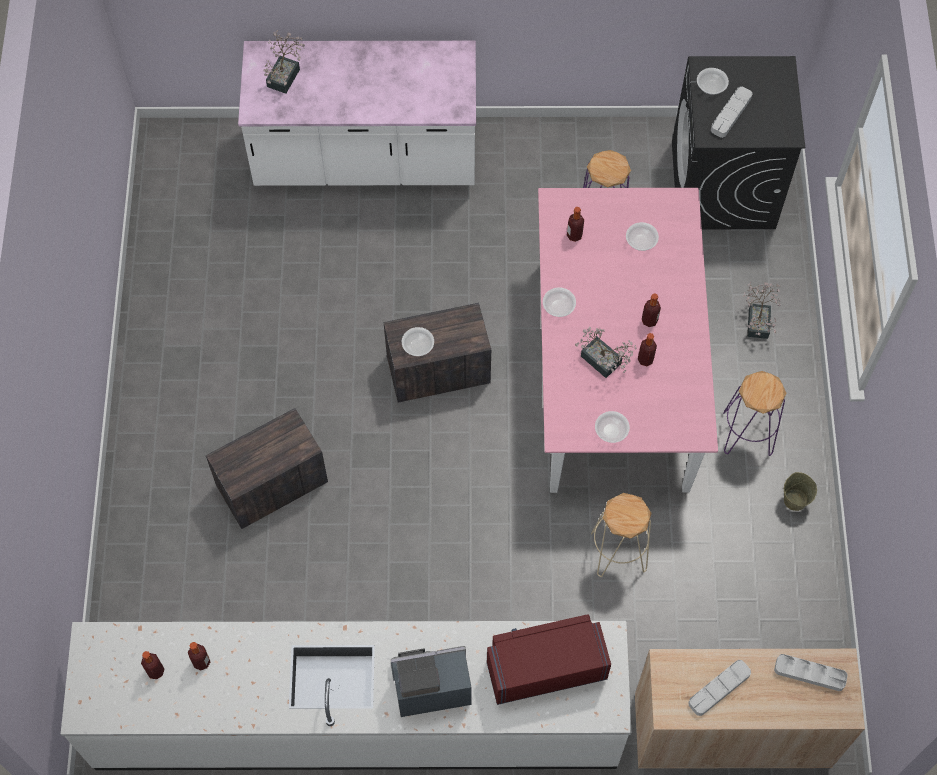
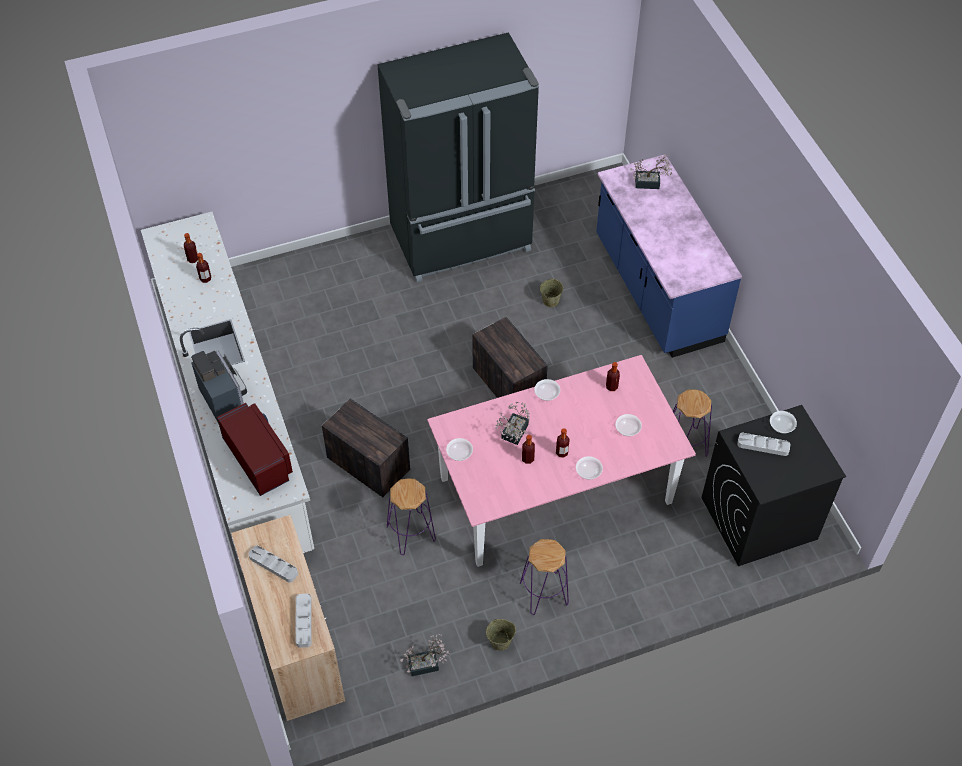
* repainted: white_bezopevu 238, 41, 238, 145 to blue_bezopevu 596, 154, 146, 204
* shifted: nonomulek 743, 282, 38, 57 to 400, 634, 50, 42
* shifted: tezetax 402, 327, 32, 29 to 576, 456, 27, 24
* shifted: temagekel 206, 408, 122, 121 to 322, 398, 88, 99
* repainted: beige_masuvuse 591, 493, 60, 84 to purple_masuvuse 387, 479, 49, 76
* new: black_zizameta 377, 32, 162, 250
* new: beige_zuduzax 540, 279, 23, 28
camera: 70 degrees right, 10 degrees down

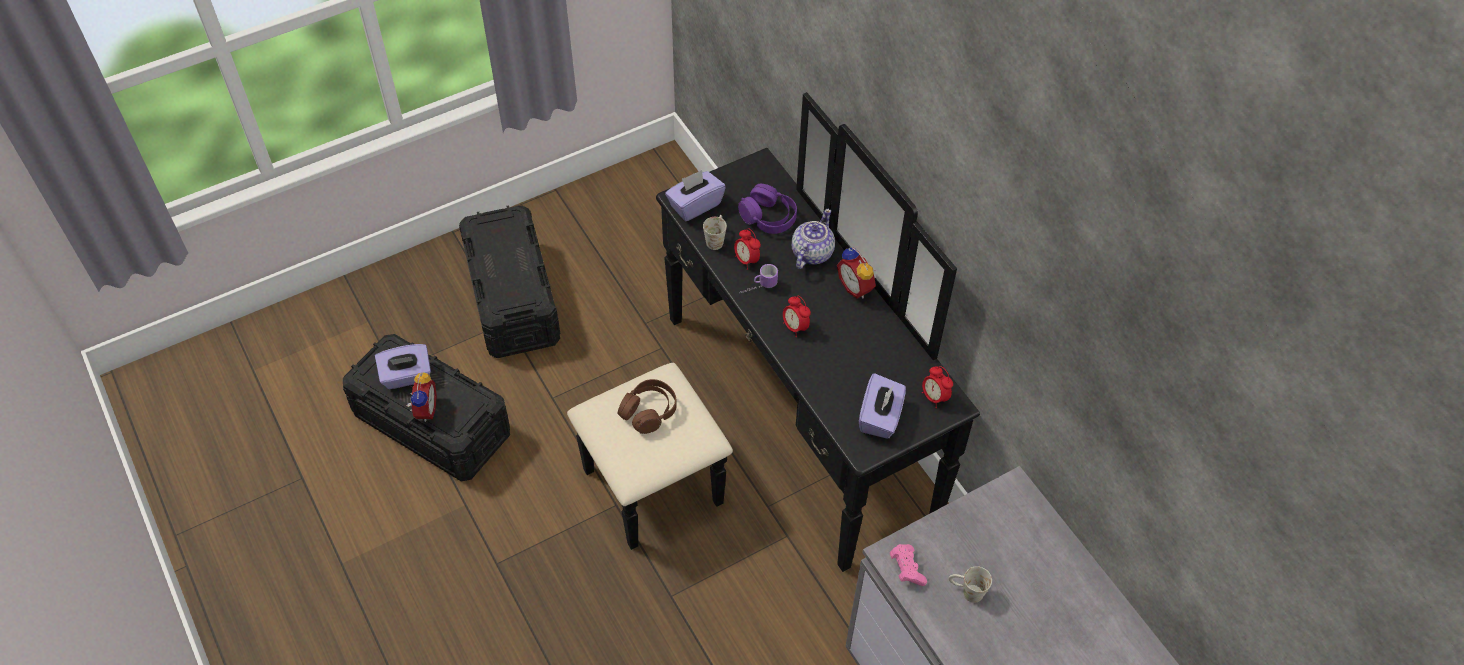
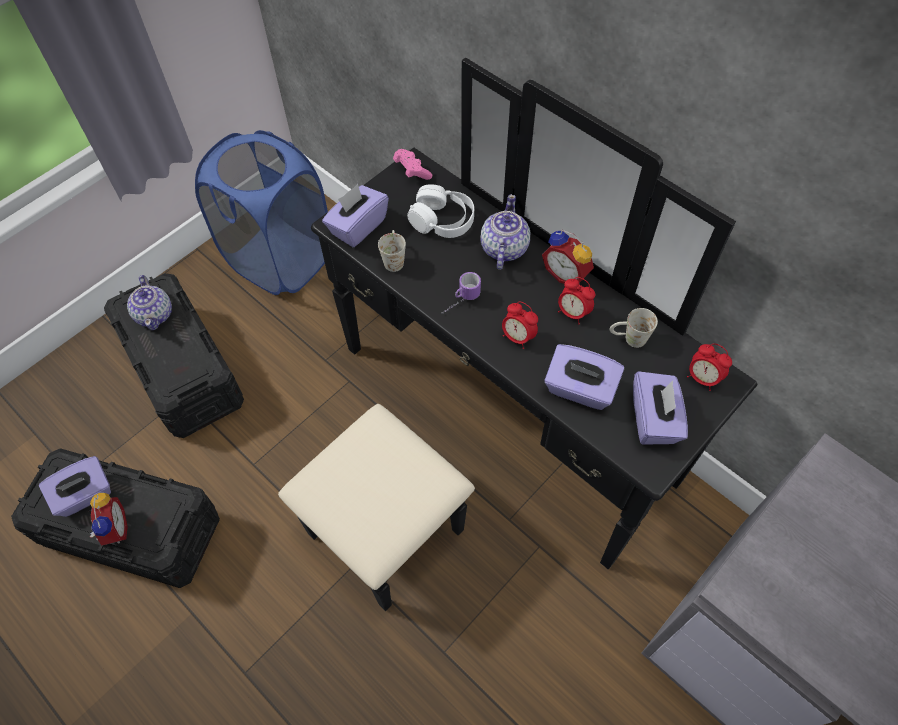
* repainted: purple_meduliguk 738, 184, 59, 50 to white_meduliguk 407, 184, 67, 54
* shifted: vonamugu 734, 228, 27, 42 to 558, 277, 37, 47
* gone: brown_meduliguk 618, 379, 59, 55
* shifted: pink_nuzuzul 890, 544, 37, 42 to 393, 149, 39, 31
* shifted: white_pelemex 948, 566, 44, 37 to 609, 308, 49, 40
* new: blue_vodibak 195, 130, 133, 165
* new: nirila 127, 275, 45, 55
* new: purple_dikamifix 544, 344, 80, 66
camera: 15 degrees left, 5 degrees up

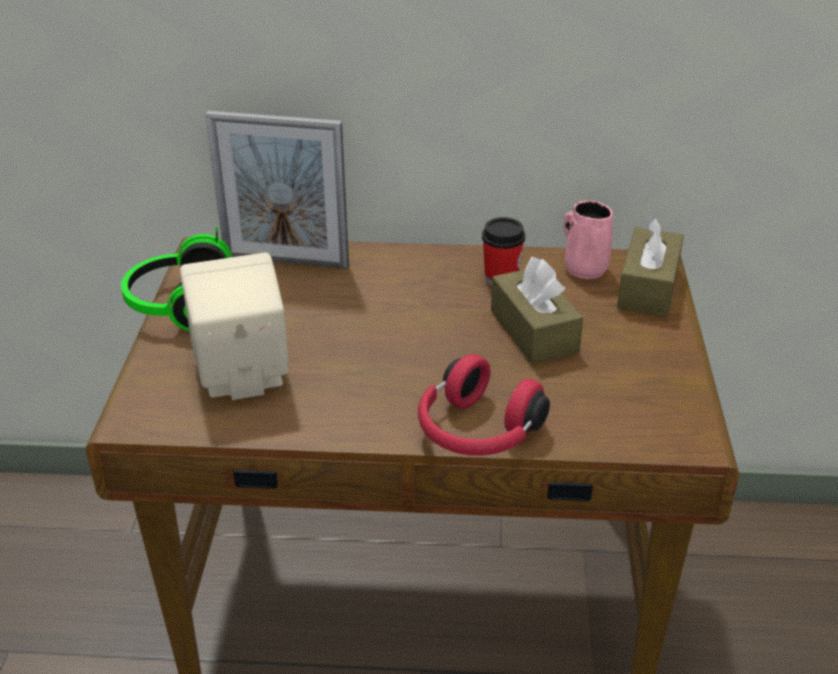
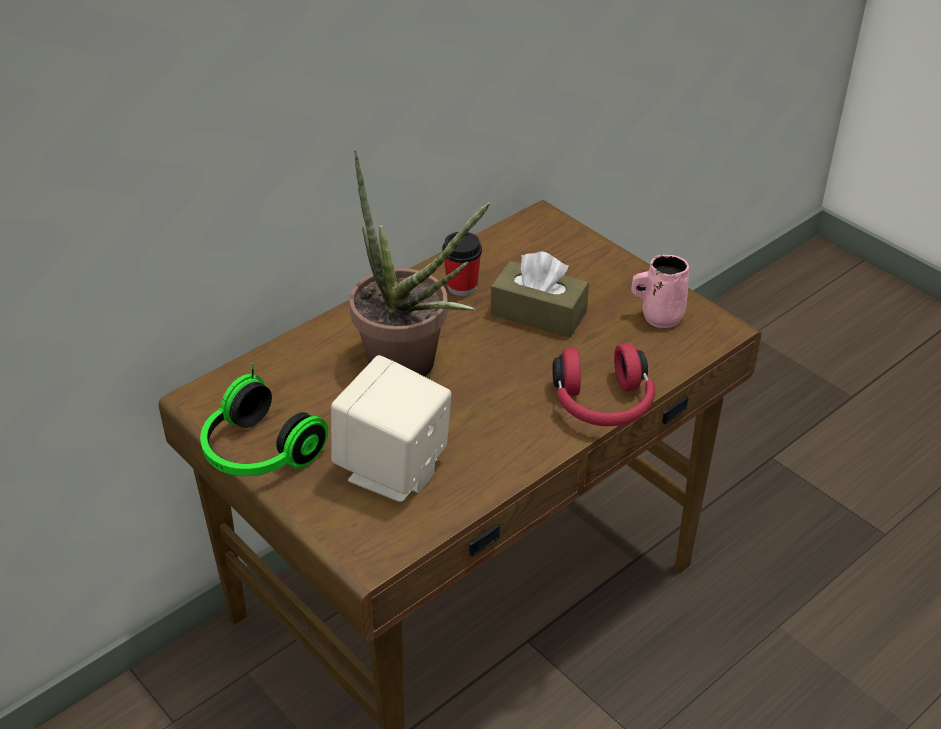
* gone: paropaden 205, 111, 144, 158
* shifted: pink_pelemex 563, 200, 50, 79 to 631, 255, 58, 73
* gone: brown_dikamifix 617, 217, 67, 100
* new: nonomulek 349, 149, 141, 228
camera: 45 degrees left, 5 degrees up

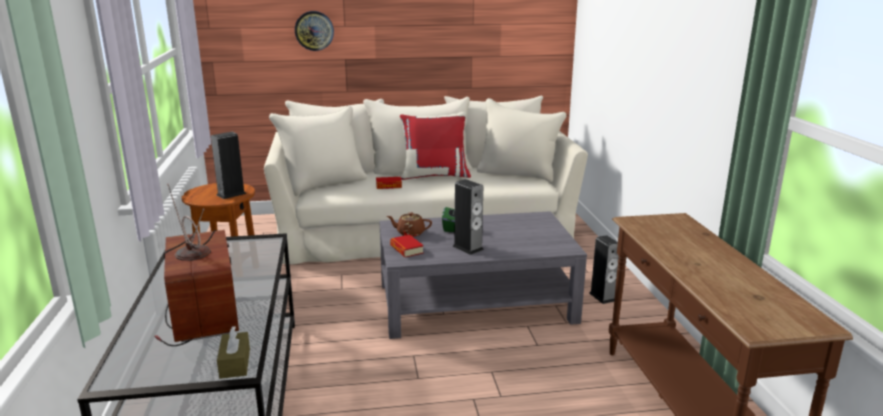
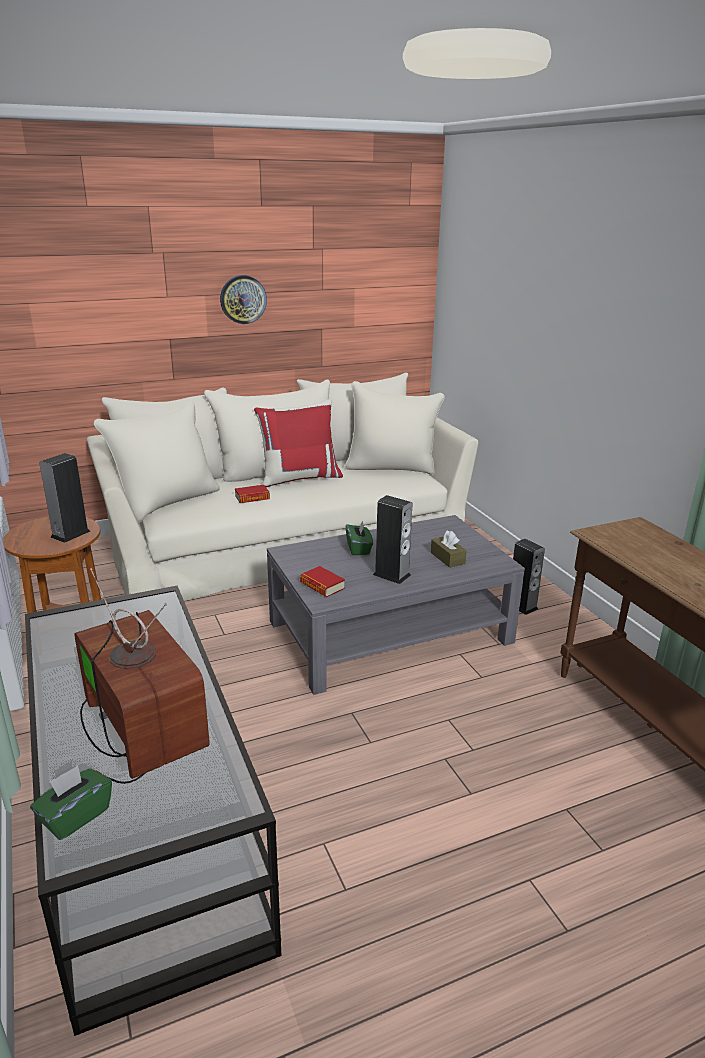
* shifted: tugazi 295, 11, 39, 40 to 220, 275, 47, 49
* gone: brown_nirila 387, 212, 45, 25
* shifted: brown_dikamifix 217, 326, 33, 53 to 431, 530, 36, 38
* new: green_dikamifix 30, 765, 82, 75
camera: 15 degrees left, 5 degrees up

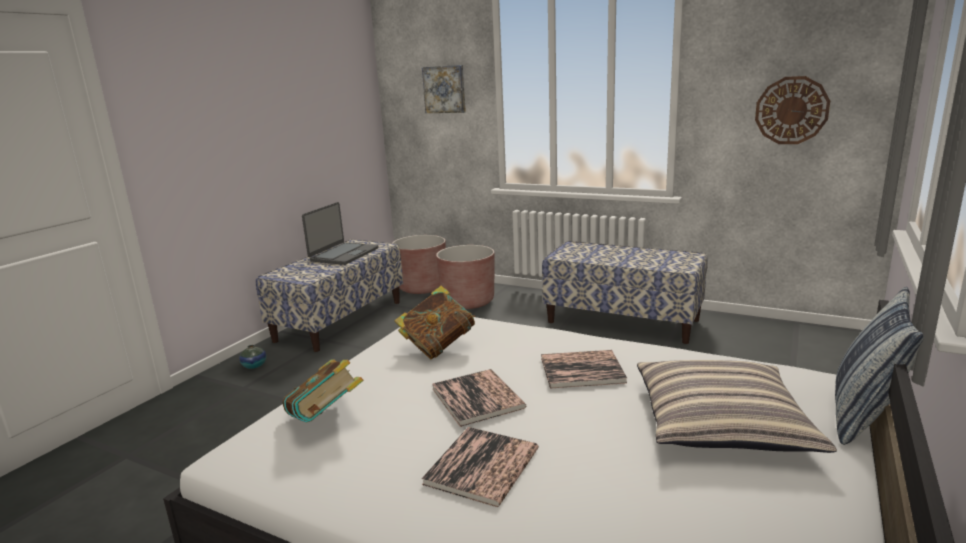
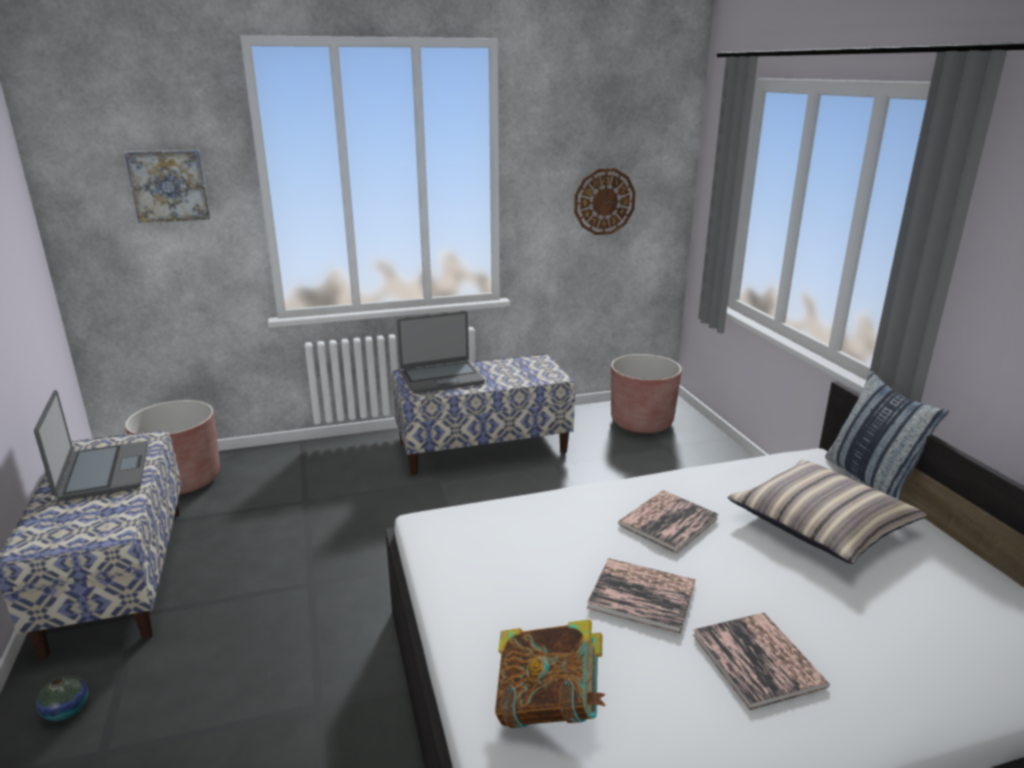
* shifted: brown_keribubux 436, 245, 58, 64 to 611, 354, 71, 79
* gone: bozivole 395, 286, 81, 74
* new: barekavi 397, 311, 88, 83
camera: 45 degrees left, 5 degrees up

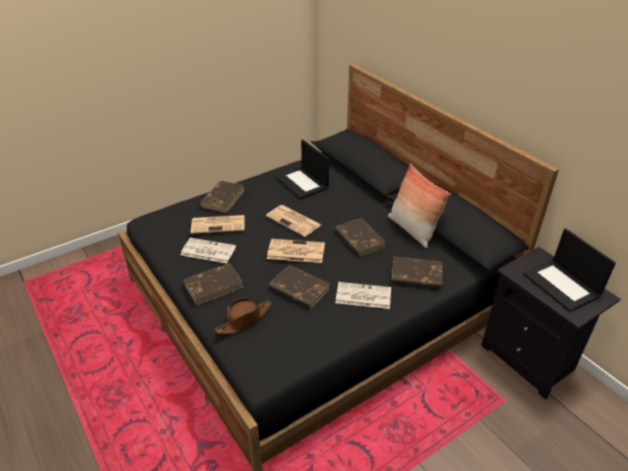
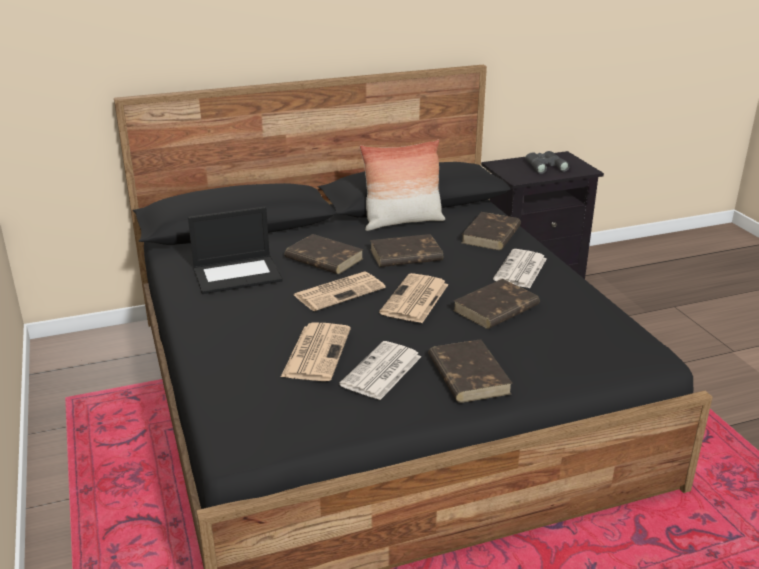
* shifted: brown_bozivole 200, 181, 45, 32 to 285, 234, 79, 40
* swapped: barekavi 523, 228, 93, 84 to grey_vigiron 525, 151, 45, 23
* gone: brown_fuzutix 215, 298, 57, 36
camera: 75 degrees left, 10 degrees down

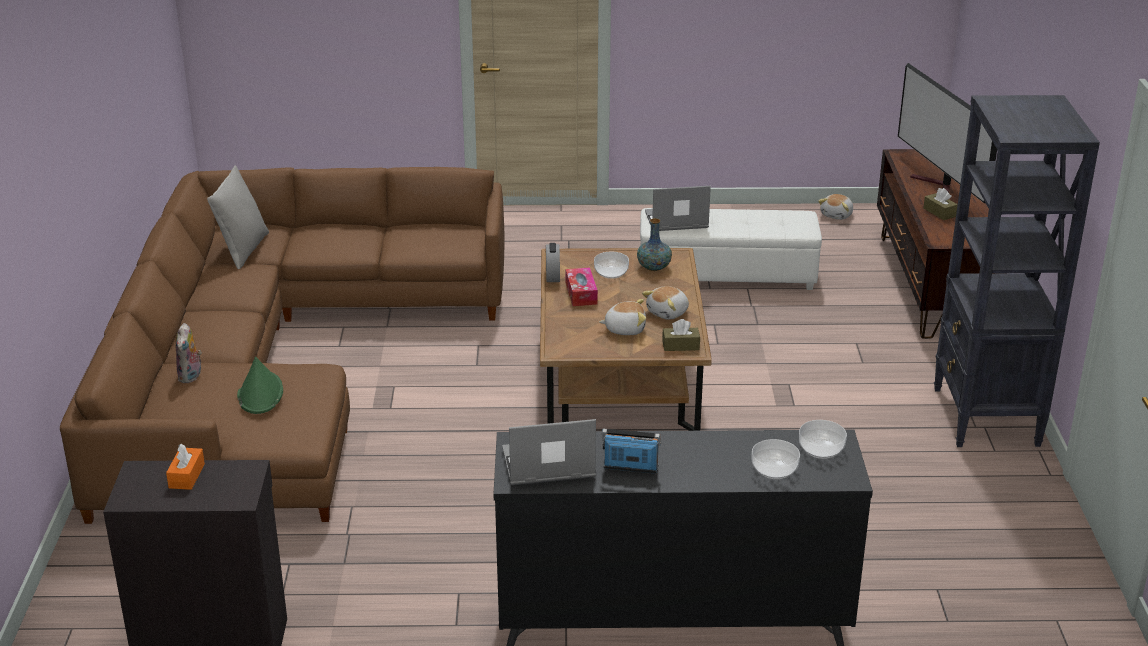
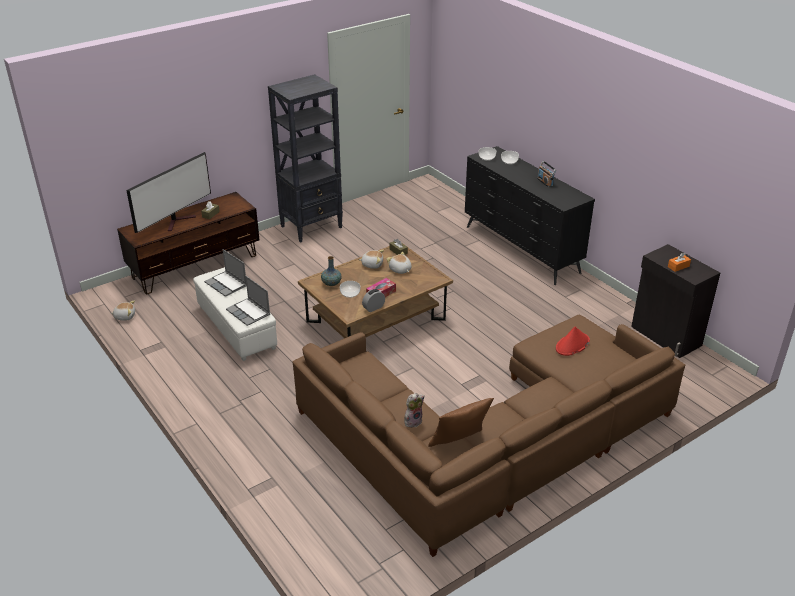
* repainted: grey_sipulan 207, 166, 62, 103 to brown_sipulan 428, 398, 66, 49
* shifted: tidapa 176, 323, 26, 60 to 405, 393, 20, 34
* repainted: green_fuzutix 237, 357, 46, 57 to red_fuzutix 556, 326, 34, 30
* shifted: barekavi 502, 419, 94, 66 to 204, 249, 42, 48
camera: 125 degrees left, 5 degrees up

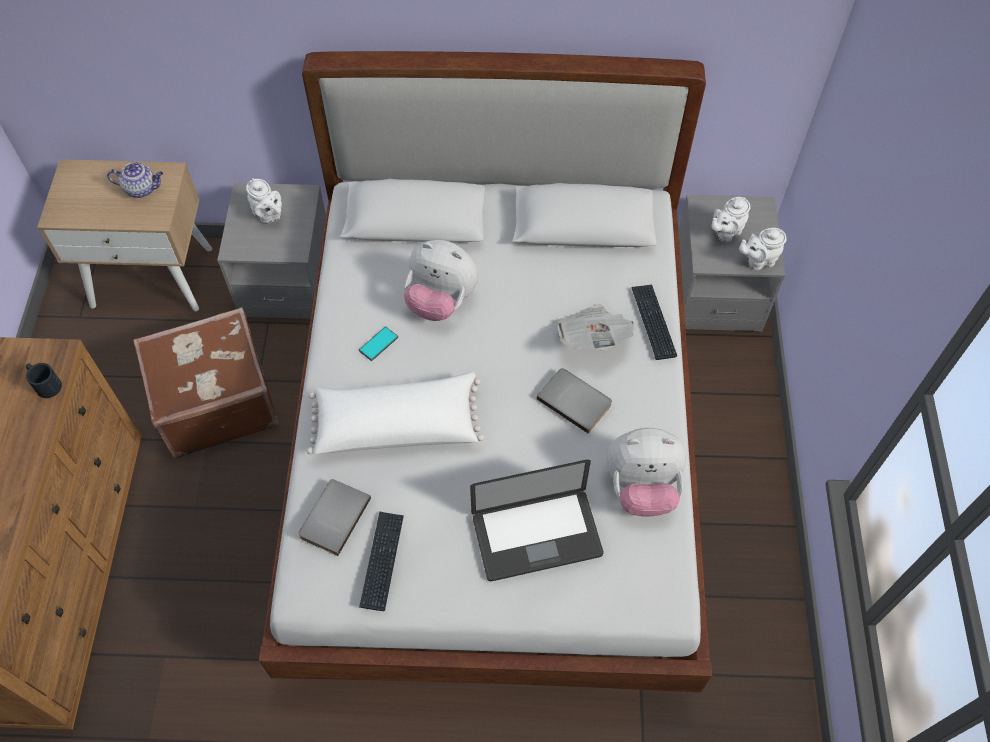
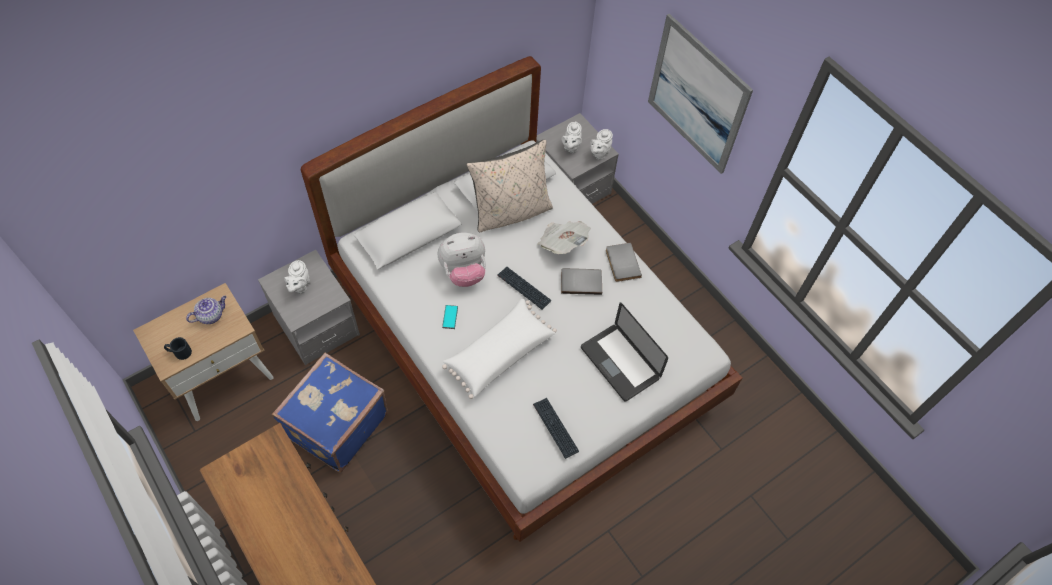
* rotated: white_nirila 246, 178, 36, 46 = 284, 260, 26, 34 90 degrees clockwise
* shifted: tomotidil 632, 284, 45, 76 to 497, 267, 54, 43
* repainted: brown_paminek 133, 307, 146, 151 to blue_paminek 272, 353, 117, 120
* shifted: black_pelemex 26, 363, 36, 35 to 164, 337, 28, 23
* gone: tidapa 606, 428, 81, 89
* rotated: barekavi 470, 460, 134, 121 = 581, 302, 87, 100 105 degrees clockwise
* shifted: grey_bozivole 299, 479, 72, 77 to 606, 243, 36, 39
* new: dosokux 648, 14, 105, 160
* new: beige_sipulan 467, 140, 86, 92
camera: 40 degrees left, 0 degrees up

